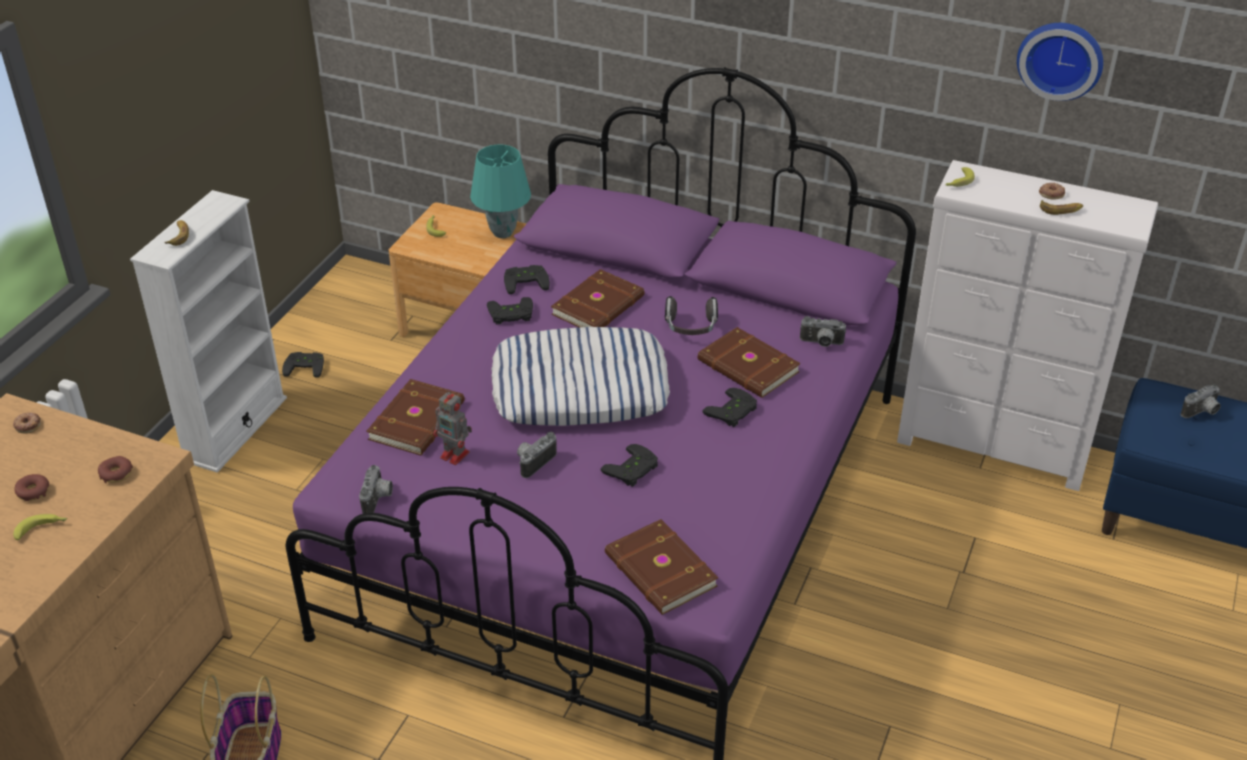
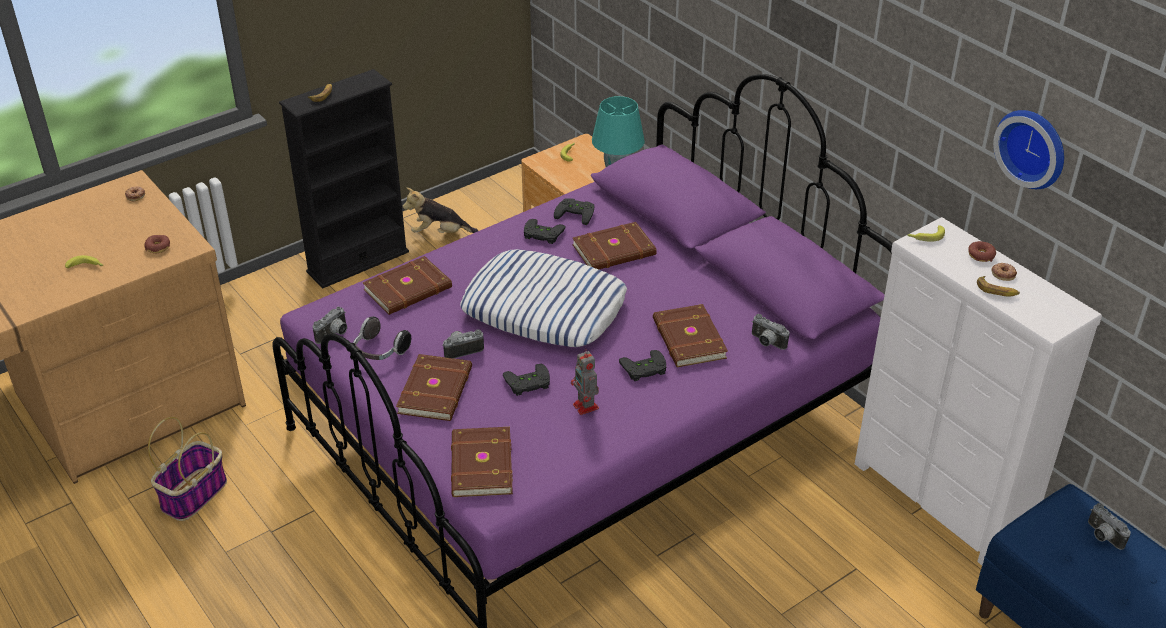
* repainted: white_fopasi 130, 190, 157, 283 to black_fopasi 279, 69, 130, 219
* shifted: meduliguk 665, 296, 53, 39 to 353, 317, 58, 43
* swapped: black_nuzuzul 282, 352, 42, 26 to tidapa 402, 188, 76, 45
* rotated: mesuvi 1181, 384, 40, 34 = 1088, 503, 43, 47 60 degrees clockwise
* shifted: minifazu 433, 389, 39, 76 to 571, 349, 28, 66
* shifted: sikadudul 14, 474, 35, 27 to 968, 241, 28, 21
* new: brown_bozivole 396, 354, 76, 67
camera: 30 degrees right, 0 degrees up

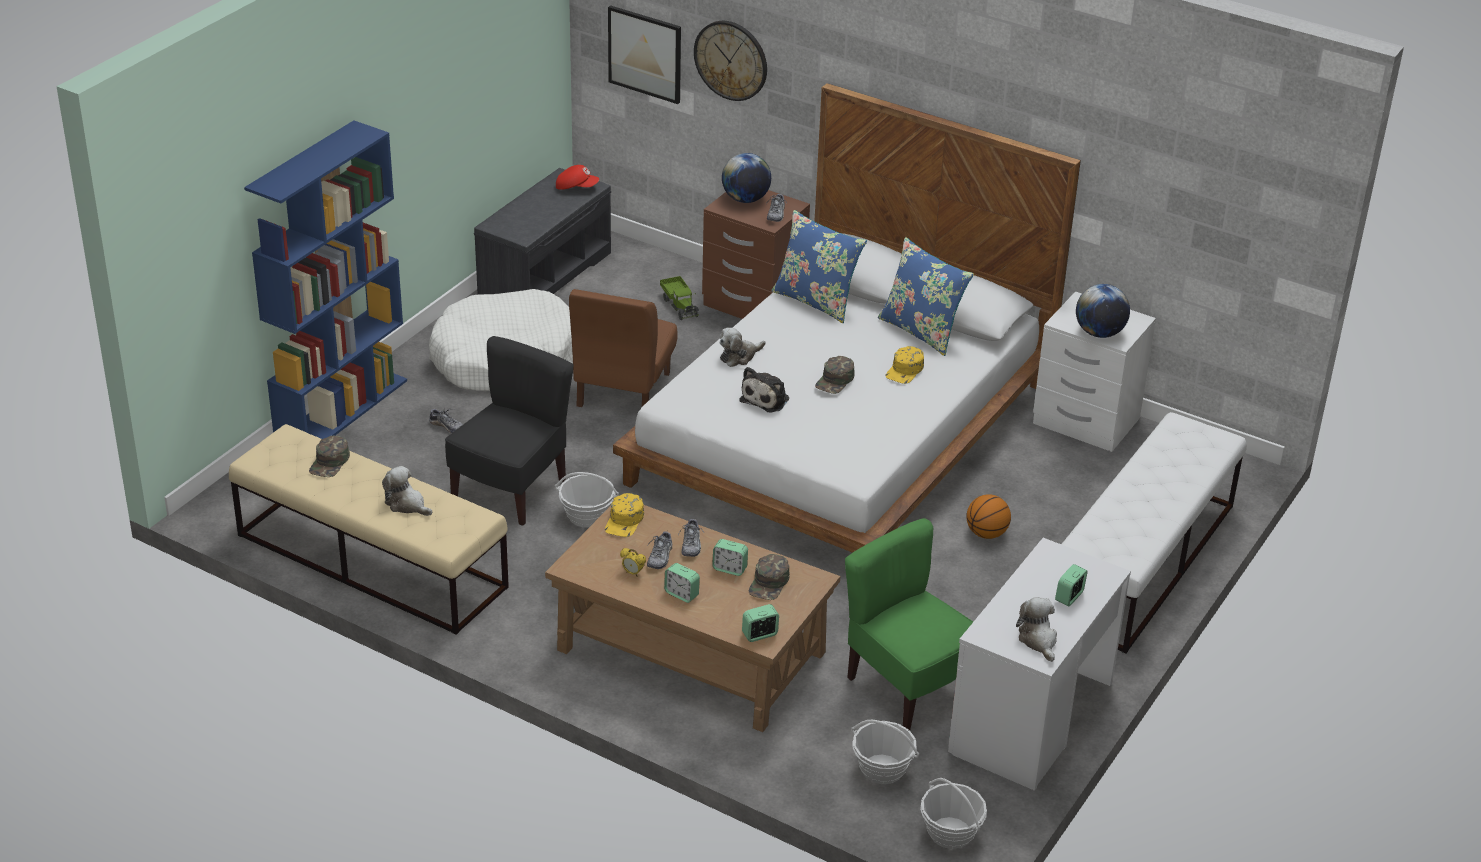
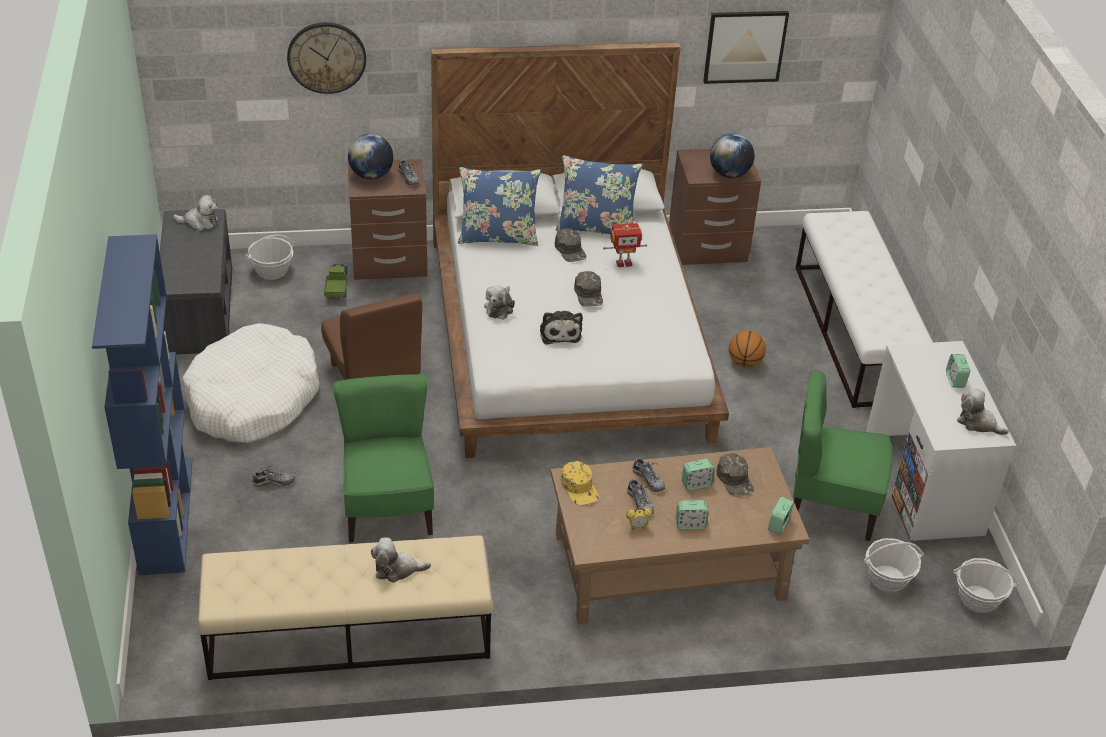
* shifted: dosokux 608, 5, 73, 99 to 703, 11, 86, 73
* swapped: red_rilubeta 556, 165, 43, 25 to tidapa 173, 195, 45, 36
* rotated: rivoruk 660, 276, 39, 44 = 324, 264, 24, 36 120 degrees counterclockwise
* repainted: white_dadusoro 1033, 291, 123, 161 to brown_dadusoro 669, 149, 92, 116
* repainted: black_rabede 445, 336, 129, 190 to green_rabede 333, 374, 101, 168
* swapped: yellow_rilubeta 885, 346, 39, 38 to minifazu 603, 223, 44, 44
* shifted: green_rilubeta 309, 436, 41, 41 to 555, 228, 31, 34
* shifted: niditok 555, 472, 64, 56 to 245, 234, 50, 46
camera: 40 degrees left, 5 degrees up

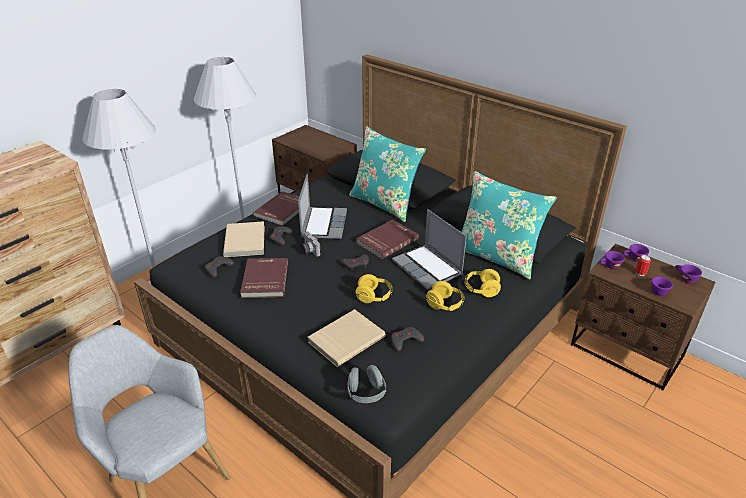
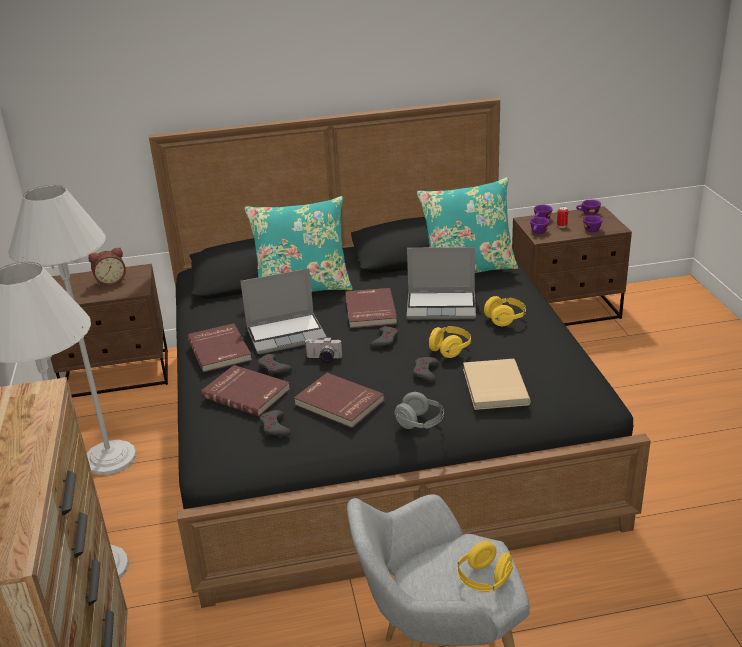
* rotated: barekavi 298, 174, 49, 65 = 240, 268, 87, 86 120 degrees clockwise
* repainted: beige_bozivole 223, 221, 42, 36 to red_bozivole 201, 365, 89, 52
* shifted: yellow_meduliguk 465, 269, 36, 28 to 457, 541, 56, 51
* shifted: grey_nuzuzul 391, 327, 33, 24 to 413, 357, 26, 25
* shifted: grey_meduliguk 347, 365, 39, 38 to 394, 392, 50, 37
* new: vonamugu 88, 248, 38, 38
camera: 50 degrees left, 5 degrees down

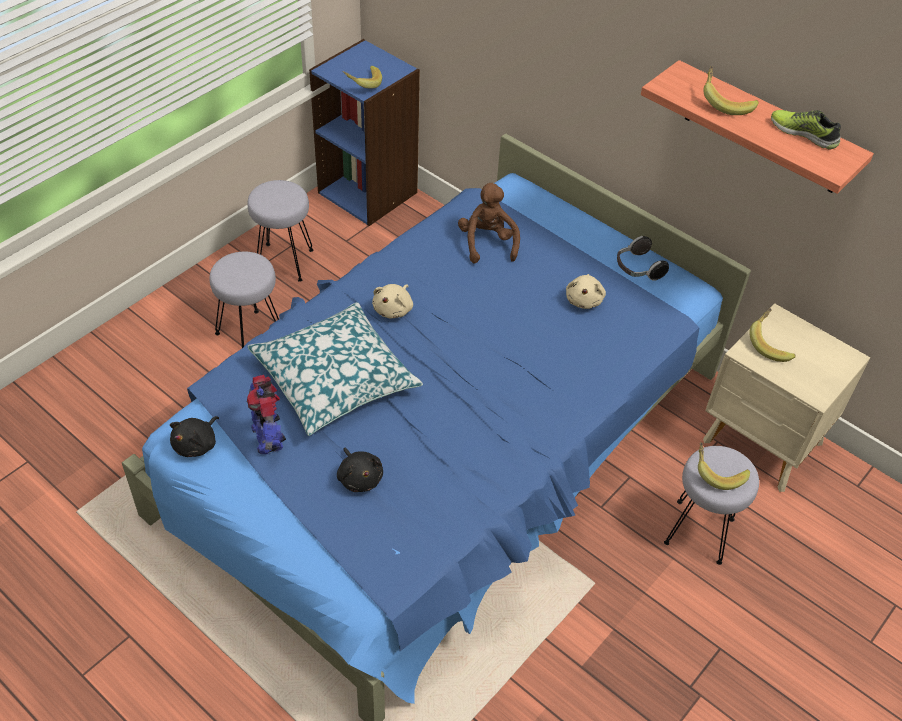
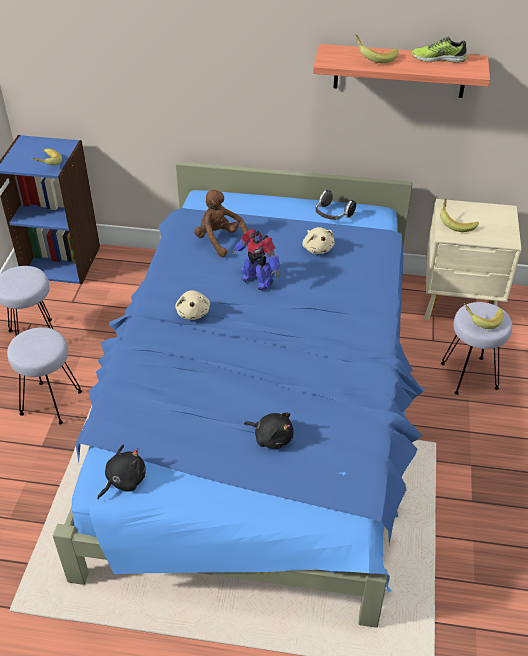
* gone: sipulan 247, 302, 176, 134
* shifted: minifazu 246, 375, 40, 79 to 232, 229, 48, 62
* rotated: black_tidapa 170, 416, 49, 41 = 97, 444, 49, 55 135 degrees counterclockwise
camera: 30 degrees left, 5 degrees down

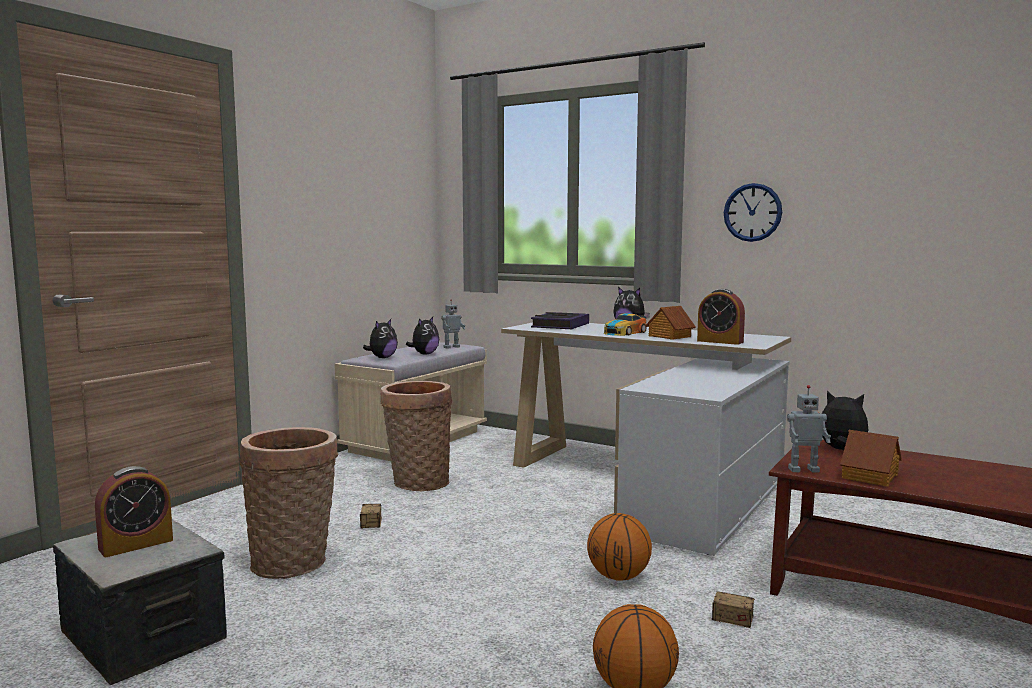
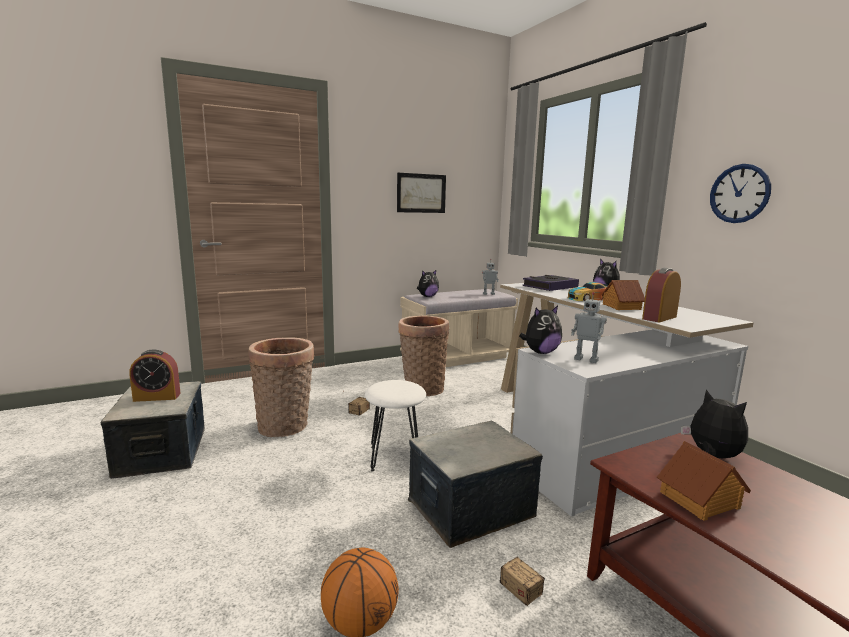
* rotated: vonamugu 697, 289, 48, 56 = 642, 268, 39, 54 75 degrees clockwise
* shifted: tidapa 406, 317, 33, 38 to 519, 305, 43, 49
* shifted: minifazu 787, 385, 44, 88 to 571, 292, 36, 71
* swapped: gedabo 587, 513, 65, 68 to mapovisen 408, 421, 135, 127
* new: dosokux 397, 173, 49, 40
* new: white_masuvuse 365, 380, 61, 92
camera: 30 degrees right, 5 degrees up

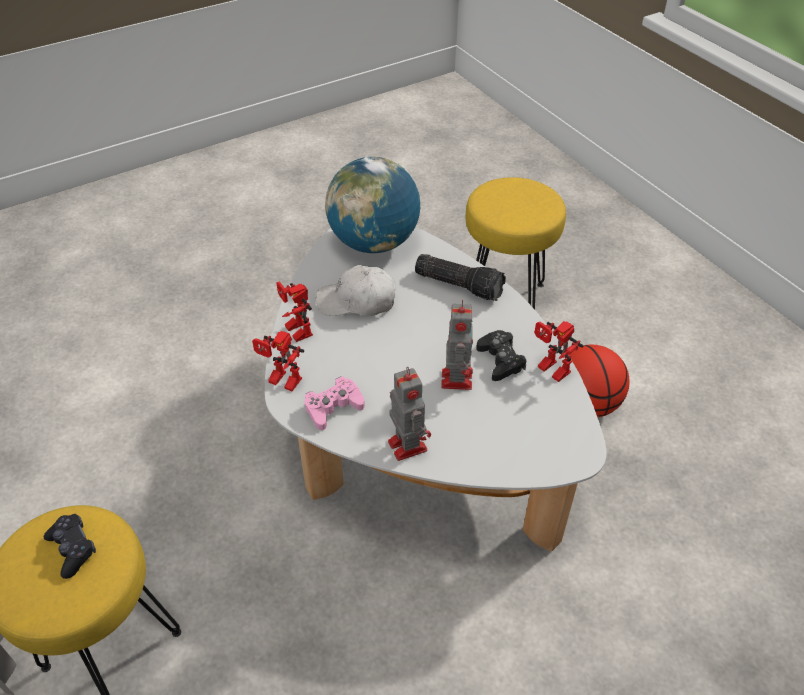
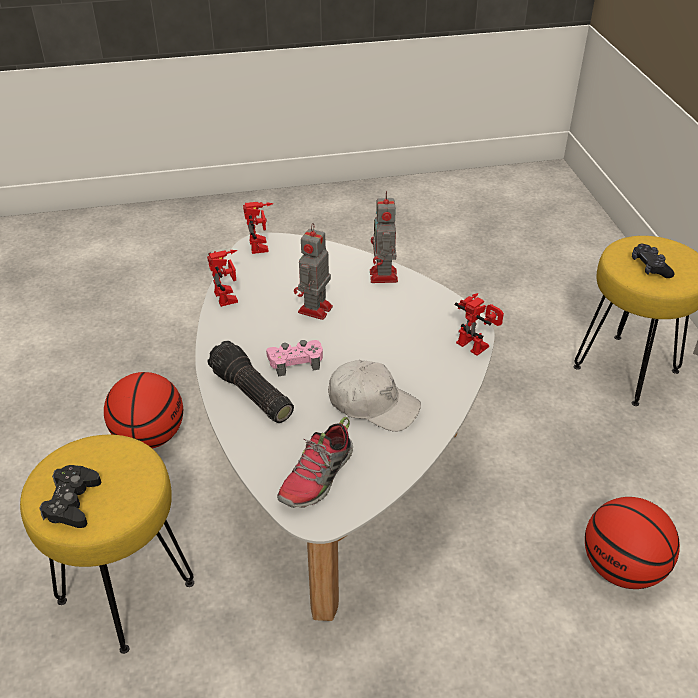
* swapped: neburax 325, 157, 95, 96 to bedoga 277, 417, 76, 91
* shifted: minifazu 276, 281, 37, 61 to 243, 202, 30, 52
* shifted: black_nuzuzul 476, 330, 51, 51 to 39, 465, 62, 63
* shifted: pink_nuzuzul 305, 376, 60, 54 to 266, 340, 57, 37
* new: gedabo 585, 497, 95, 92
camera: 160 degrees left, 5 degrees down

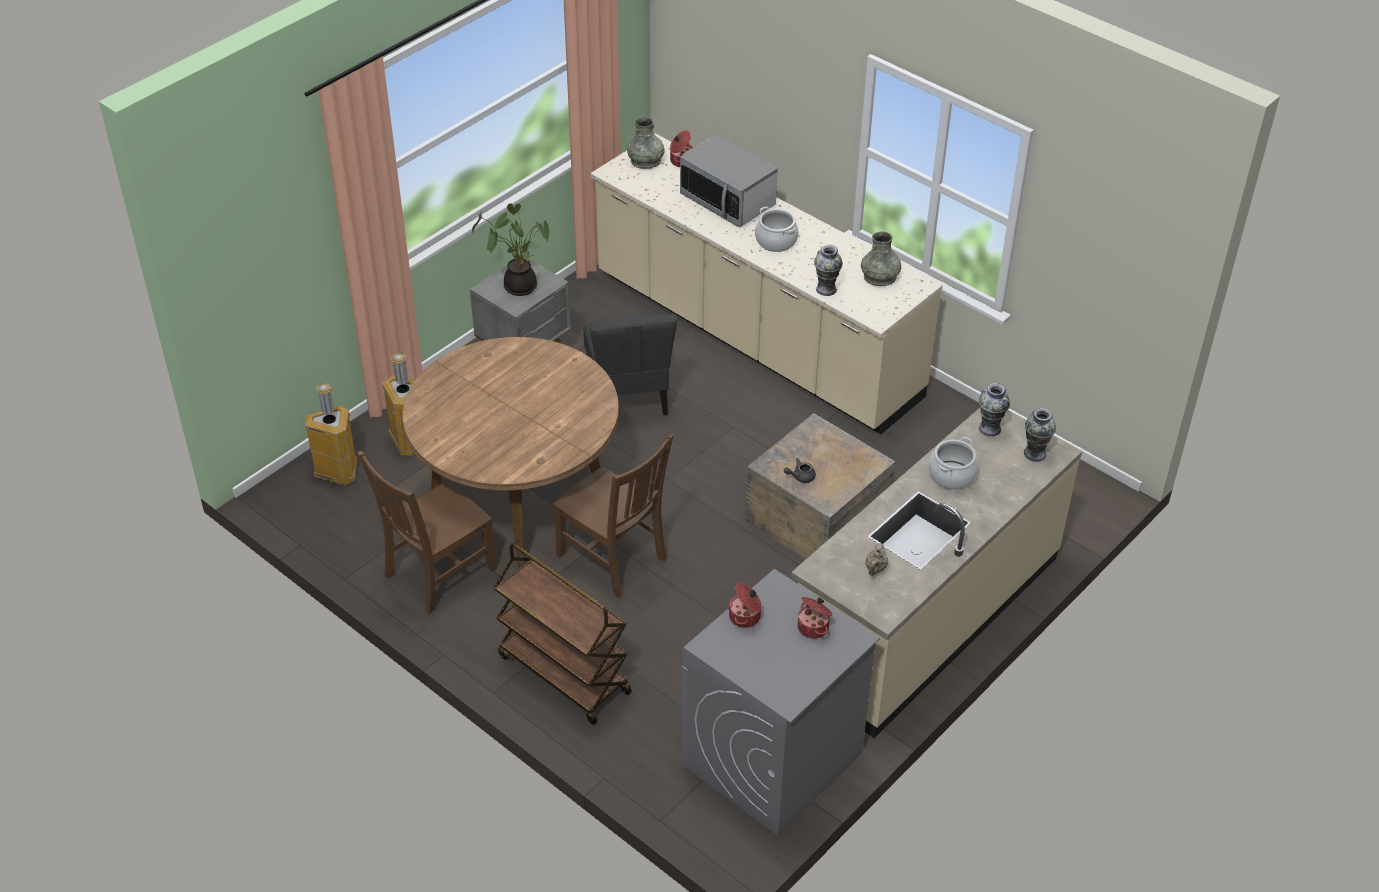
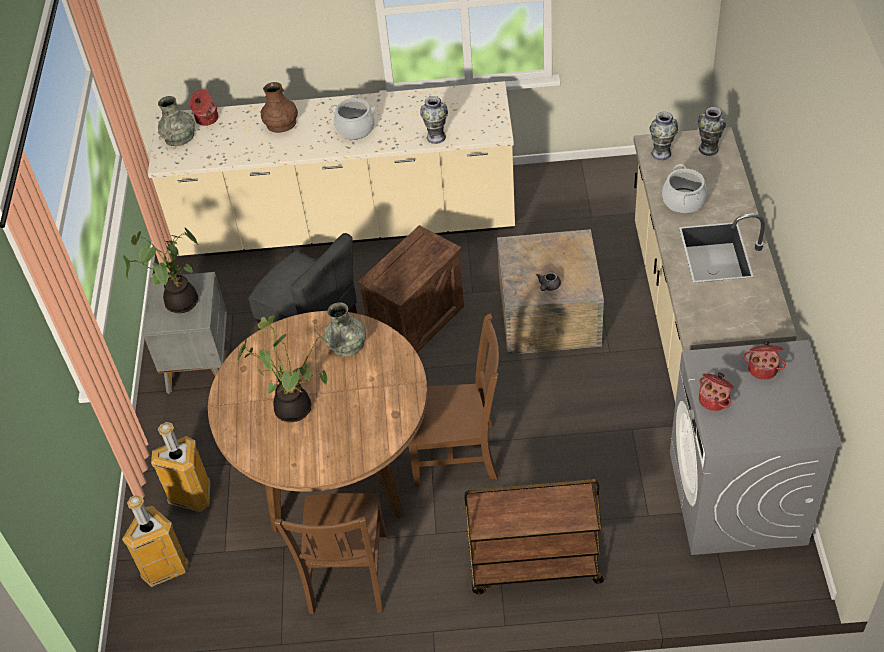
* swapped: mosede 680, 134, 98, 94 to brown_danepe 261, 82, 37, 51
* shifted: grey_danepe 861, 231, 40, 55 to 324, 302, 42, 55
* gone: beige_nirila 865, 543, 23, 33
* new: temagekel 358, 225, 106, 128
* new: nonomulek 237, 315, 91, 107
camera: 40 degrees left, 5 degrees up

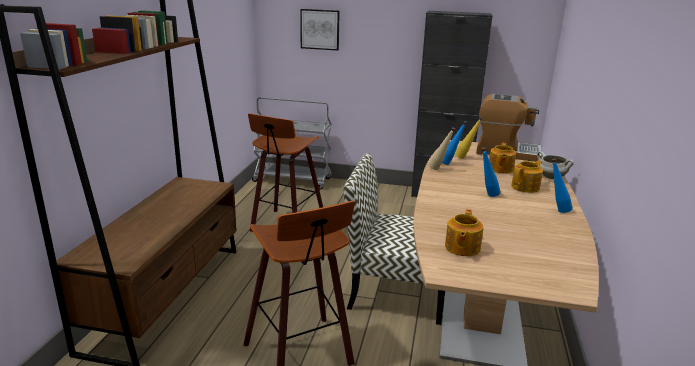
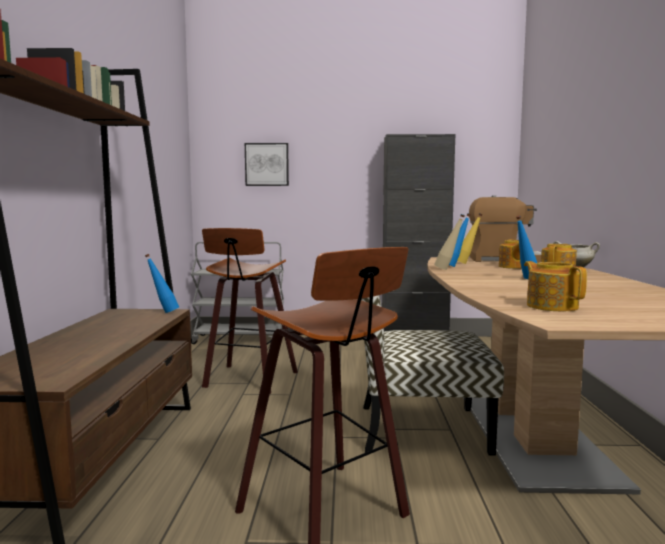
* shifted: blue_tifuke 552, 158, 21, 55 to 145, 254, 34, 59
* rotated: nirila 445, 209, 38, 47 = 524, 261, 63, 50 150 degrees clockwise
camera: 10 degrees left, 15 degrees down

